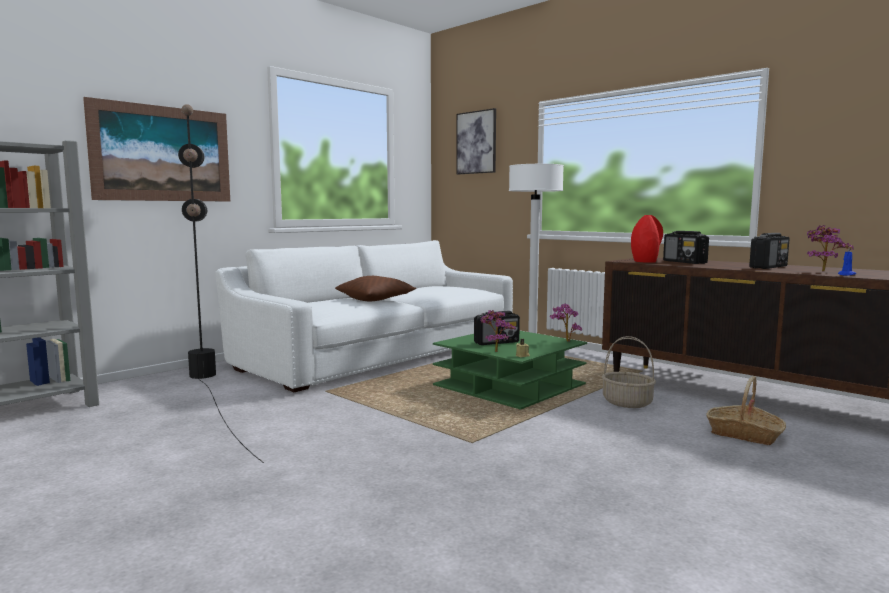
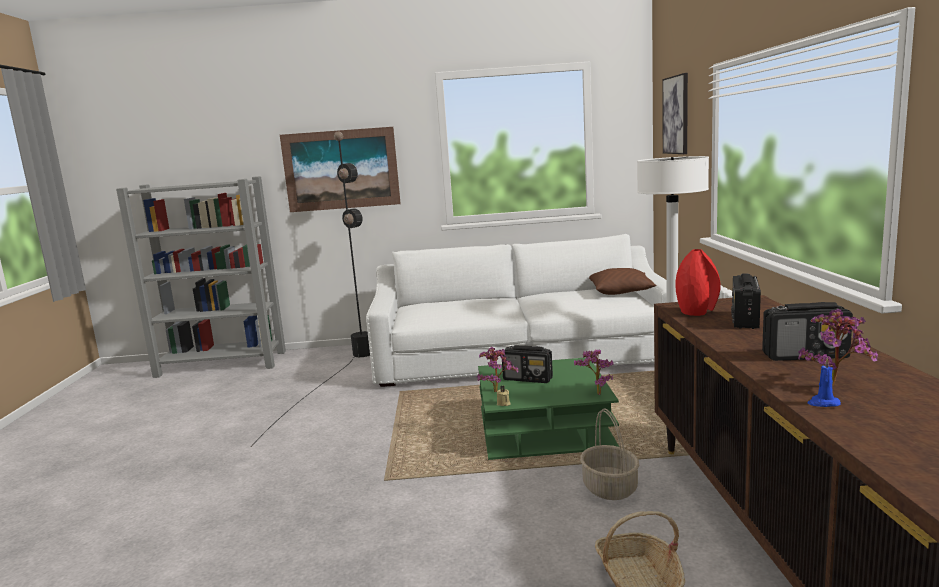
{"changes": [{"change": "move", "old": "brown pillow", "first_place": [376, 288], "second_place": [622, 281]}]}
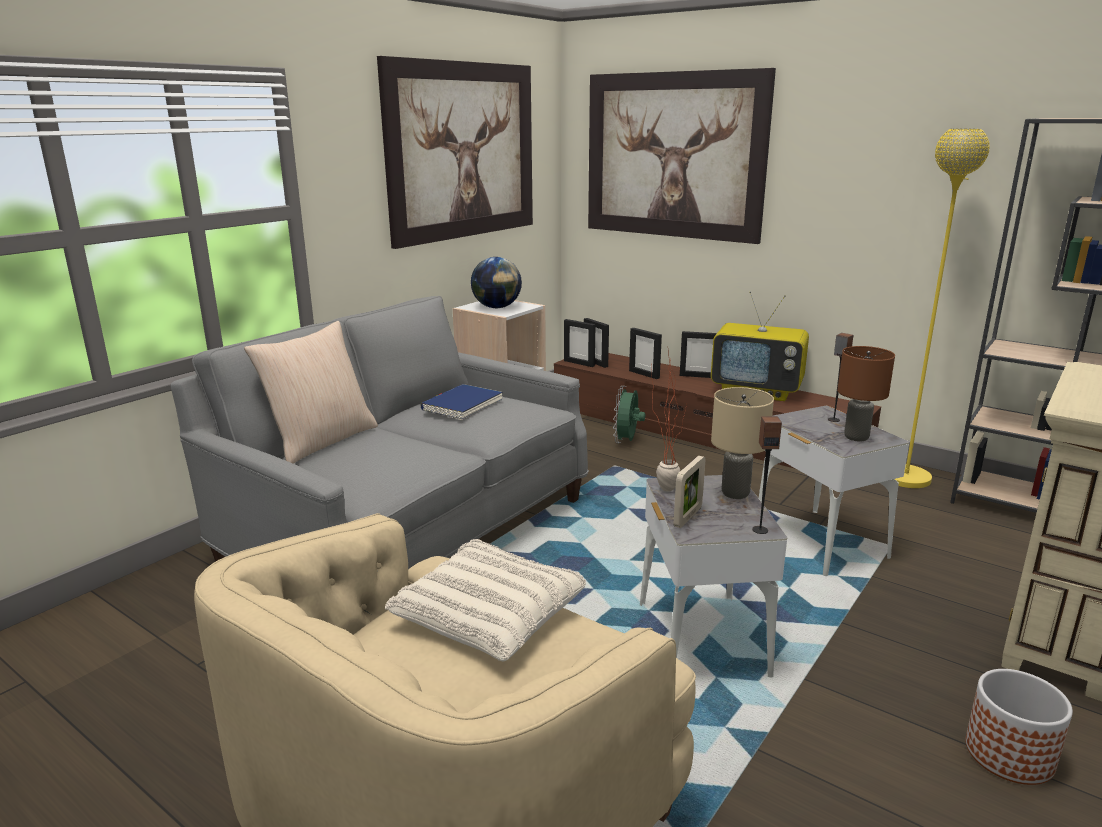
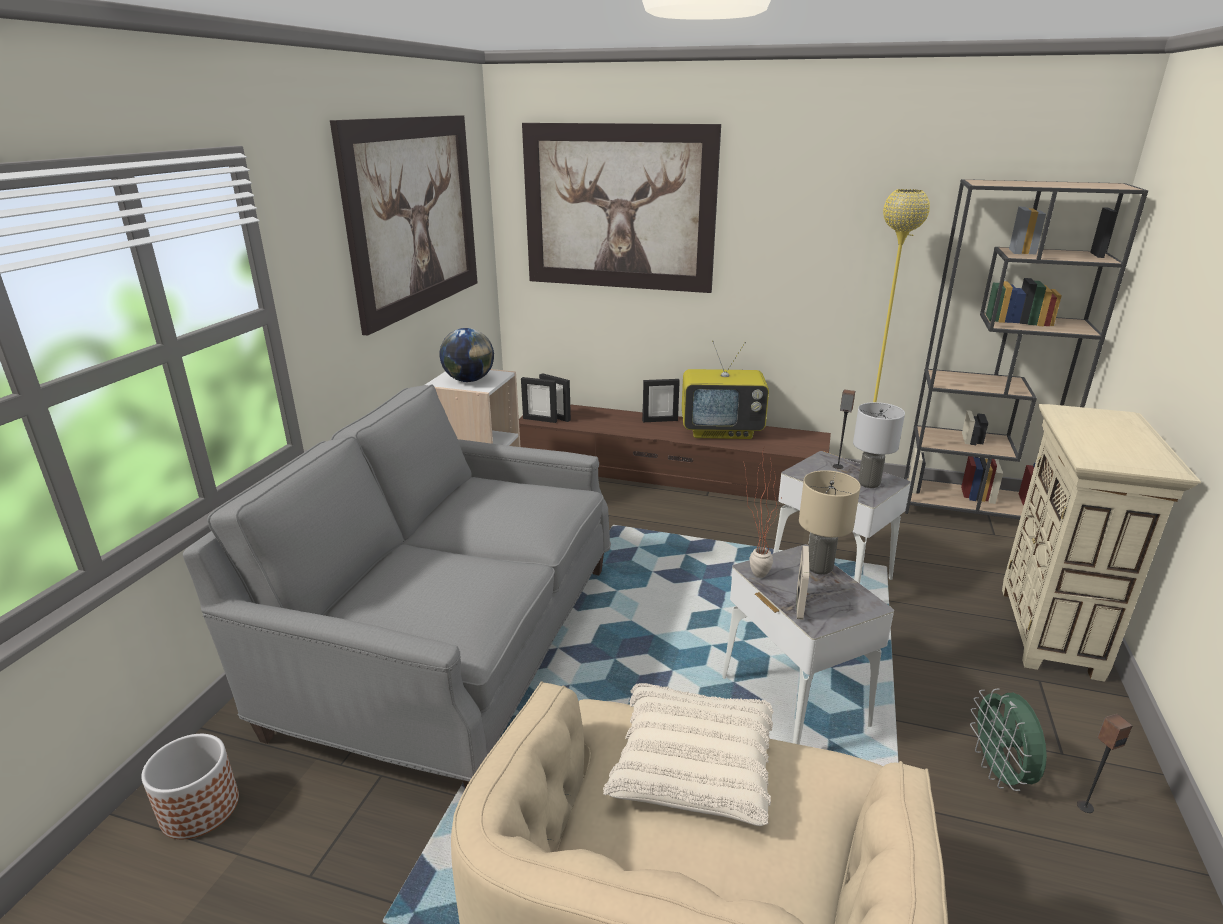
{"changes": [{"change": "delete", "old": "sand-coloured pillow", "first_place": [311, 392]}, {"change": "delete", "old": "blue-coloured volume", "first_place": [462, 402]}, {"change": "move", "old": "green-coloured cooling fan", "first_place": [629, 414], "second_place": [1008, 740]}, {"change": "delete", "old": "standing frame", "first_place": [645, 353]}, {"change": "move", "old": "speaker", "first_place": [767, 475], "second_place": [1105, 763]}, {"change": "recolor", "old": "brown tabletop lamp", "new": "white-coloured tabletop lamp", "first_place": [866, 394], "second_place": [879, 445]}, {"change": "move", "old": "planter", "first_place": [1019, 727], "second_place": [190, 786]}]}
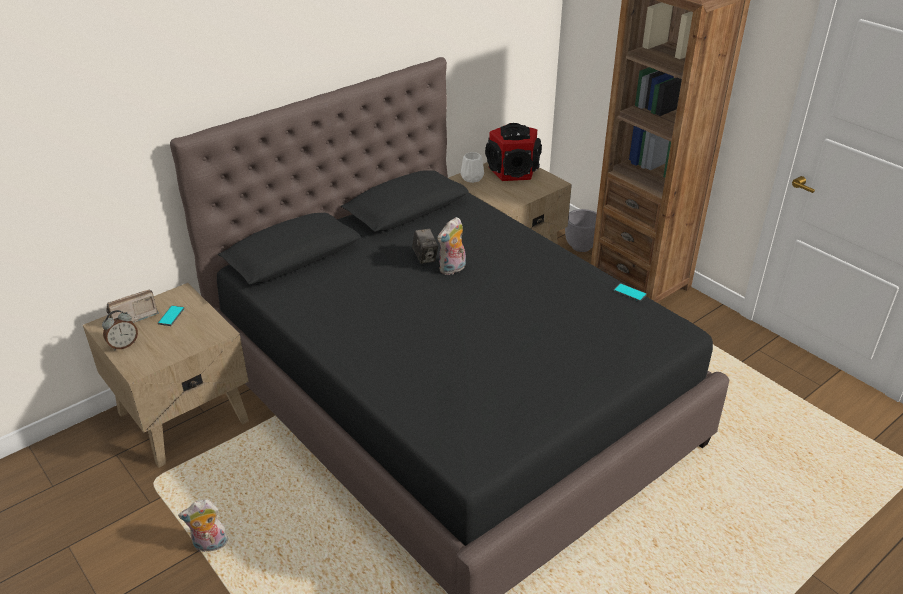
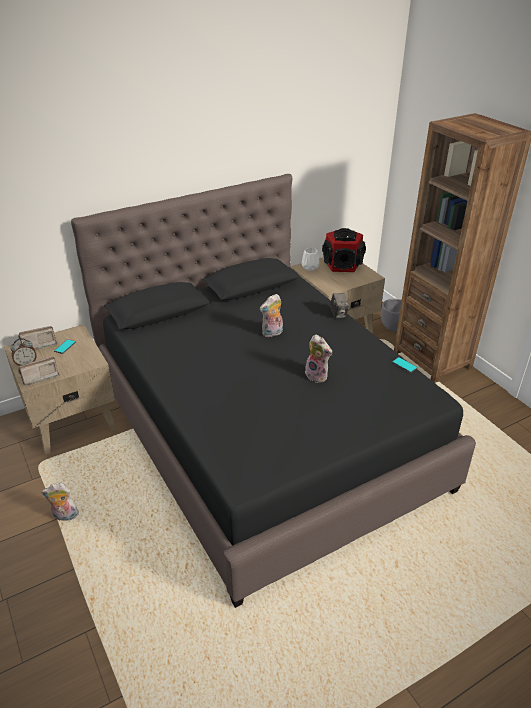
{"changes": [{"change": "move", "old": "photo camera", "first_place": [425, 246], "second_place": [339, 305]}, {"change": "insert", "new": "radio receiver", "second_place": [39, 371]}, {"change": "insert", "new": "plush toy", "second_place": [318, 359]}]}
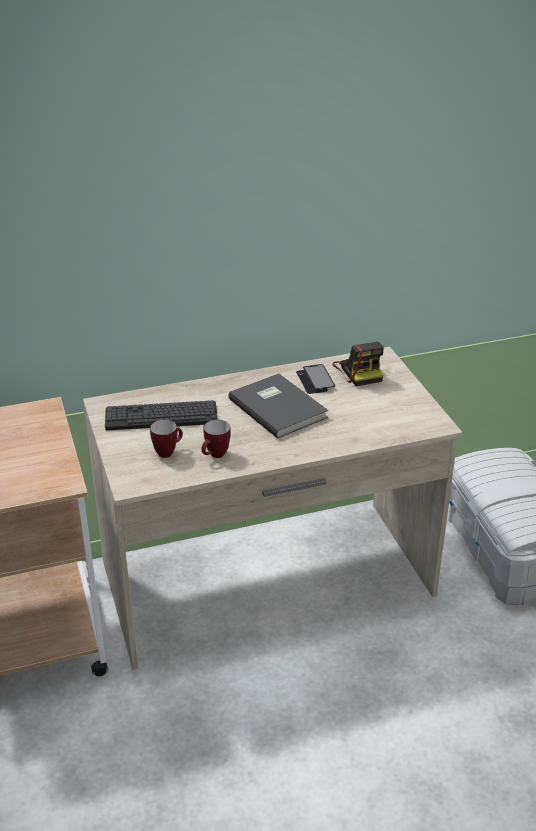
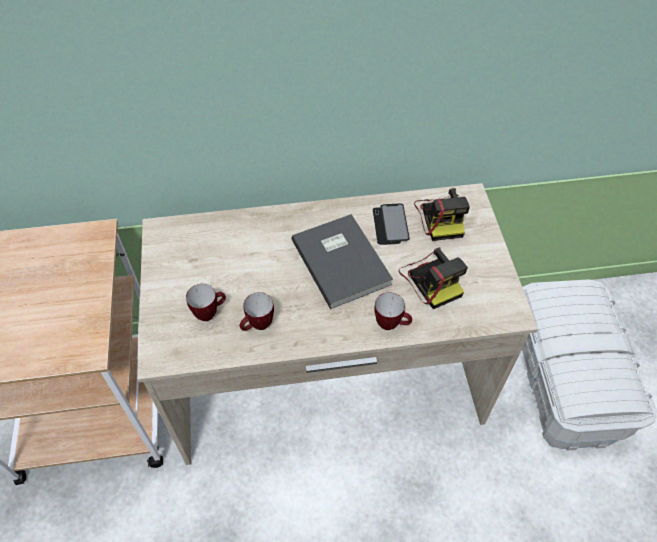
{"changes": [{"change": "delete", "old": "PC keyboard", "first_place": [161, 415]}, {"change": "insert", "new": "coffee mug", "second_place": [393, 311]}, {"change": "insert", "new": "photo camera", "second_place": [433, 278]}]}
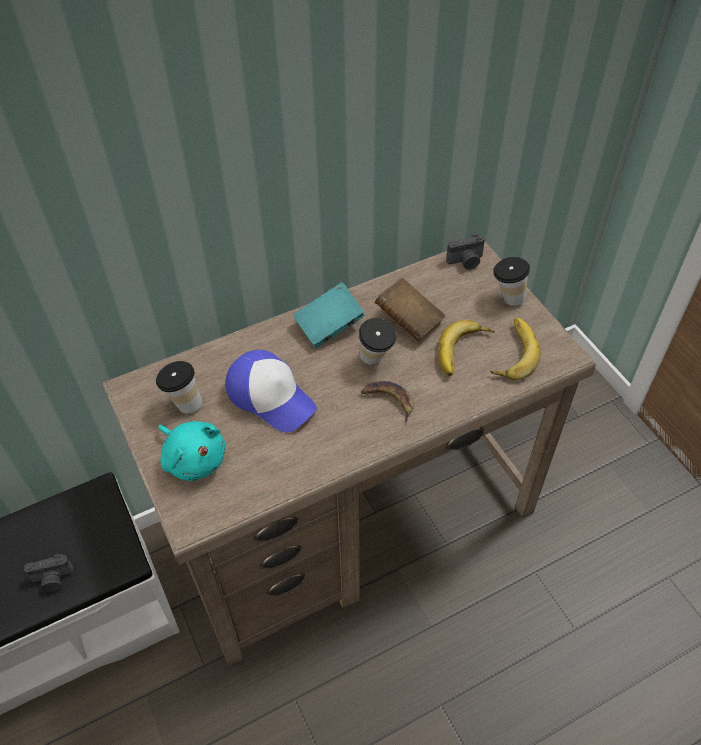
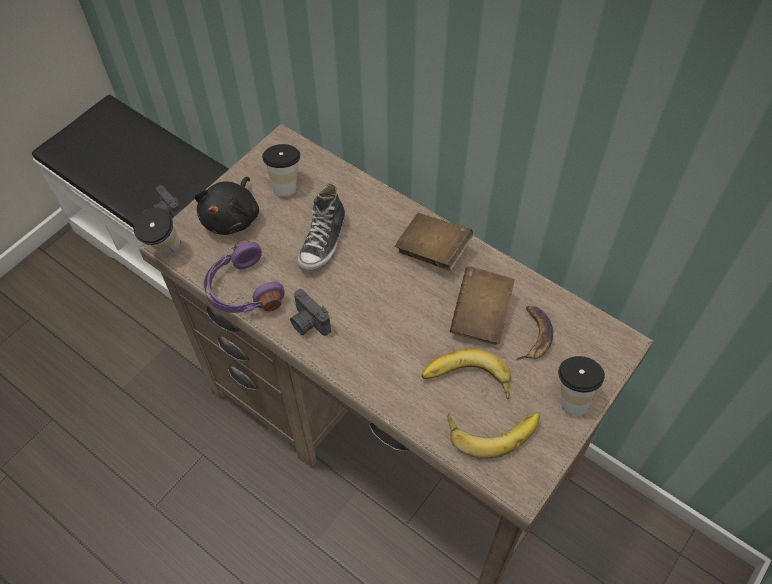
{"changes": [{"change": "recolor", "old": "blue-green plush toy", "new": "black-coloured plush toy", "first_place": [191, 451], "second_place": [227, 206]}, {"change": "replace", "old": "baseball cap", "new": "low shoe", "first_place": [271, 391], "second_place": [321, 227]}, {"change": "recolor", "old": "blue-green volume", "new": "brown volume", "first_place": [329, 315], "second_place": [434, 241]}, {"change": "move", "old": "drinking cup", "first_place": [378, 341], "second_place": [157, 231]}, {"change": "move", "old": "banana", "first_place": [387, 402], "second_place": [534, 333]}, {"change": "move", "old": "photo camera", "first_place": [465, 252], "second_place": [310, 312]}, {"change": "insert", "new": "purple-coloured headset", "second_place": [244, 276]}]}
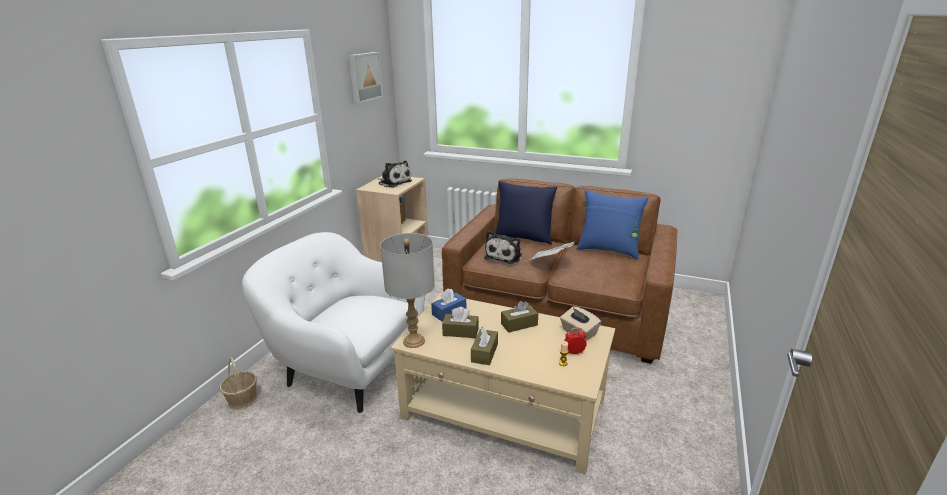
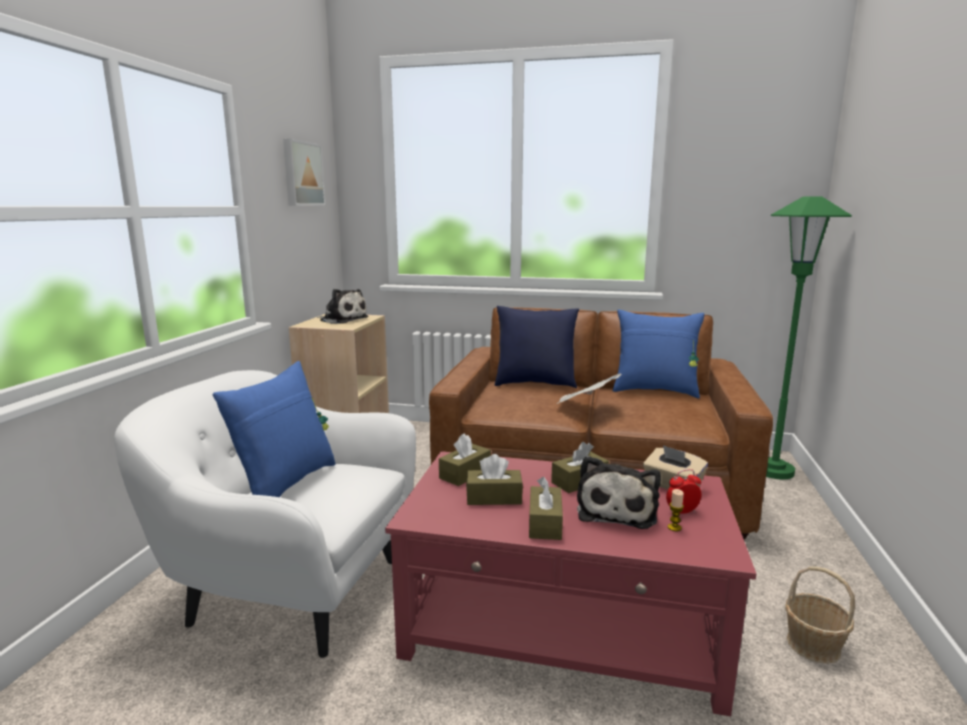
{"changes": [{"change": "move", "old": "storage basket", "first_place": [239, 383], "second_place": [820, 615]}, {"change": "delete", "old": "gray tabletop lamp", "first_place": [407, 290]}, {"change": "recolor", "old": "sand-coloured low table", "new": "red-coloured low table", "first_place": [502, 384], "second_place": [570, 583]}, {"change": "recolor", "old": "blue-coloured tissue holder", "new": "brown tissue holder", "first_place": [449, 304], "second_place": [465, 459]}, {"change": "move", "old": "plush toy", "first_place": [503, 247], "second_place": [619, 492]}, {"change": "insert", "new": "blue-coloured pillow", "second_place": [274, 429]}, {"change": "insert", "new": "green-coloured floor lamp", "second_place": [809, 338]}]}
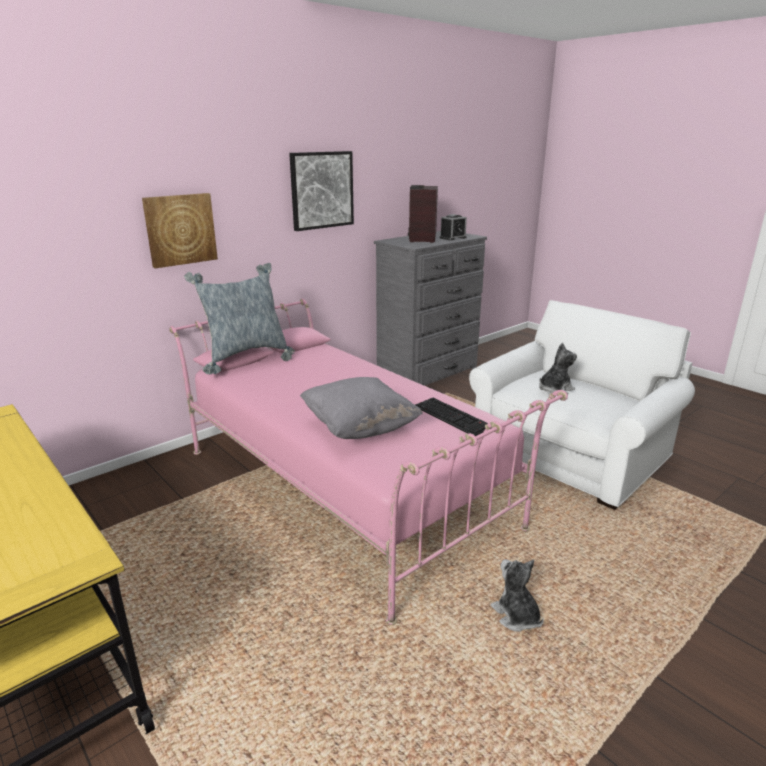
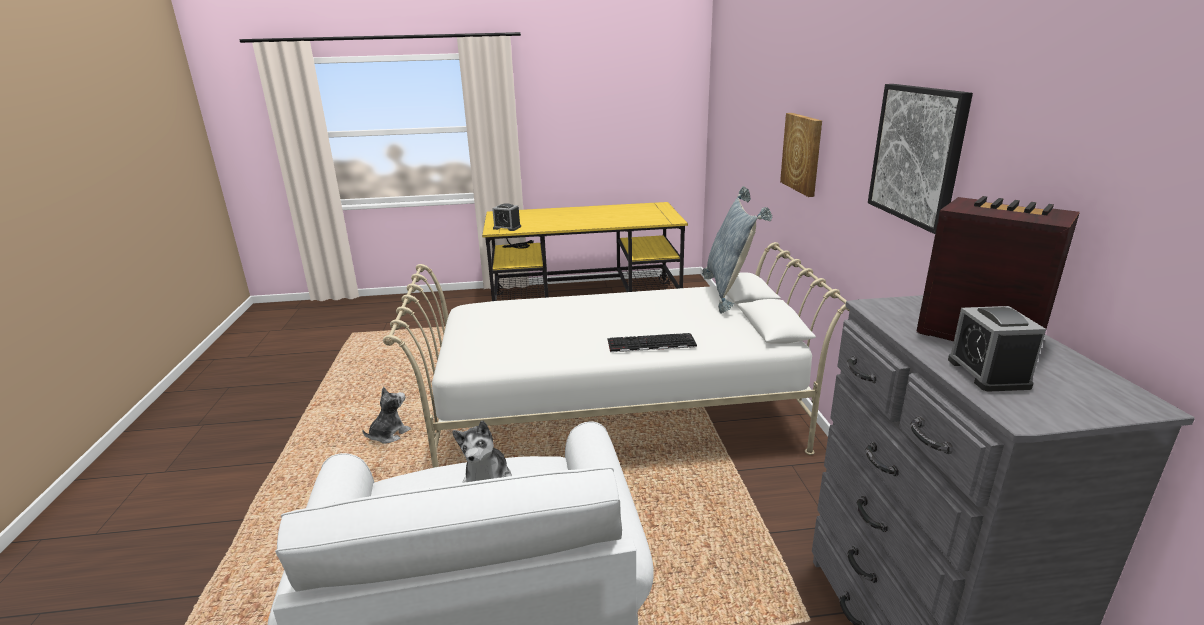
{"changes": [{"change": "recolor", "old": "pink-coloured sleeping bed", "new": "white-coloured sleeping bed", "first_place": [368, 461], "second_place": [616, 355]}, {"change": "delete", "old": "gray pillow", "first_place": [361, 408]}, {"change": "move", "old": "PC keyboard", "first_place": [453, 417], "second_place": [652, 342]}, {"change": "rotate", "old": "plush toy", "first_place": [517, 595], "second_place": [386, 415], "degrees": -60}, {"change": "insert", "new": "alarm clock", "second_place": [506, 217]}]}
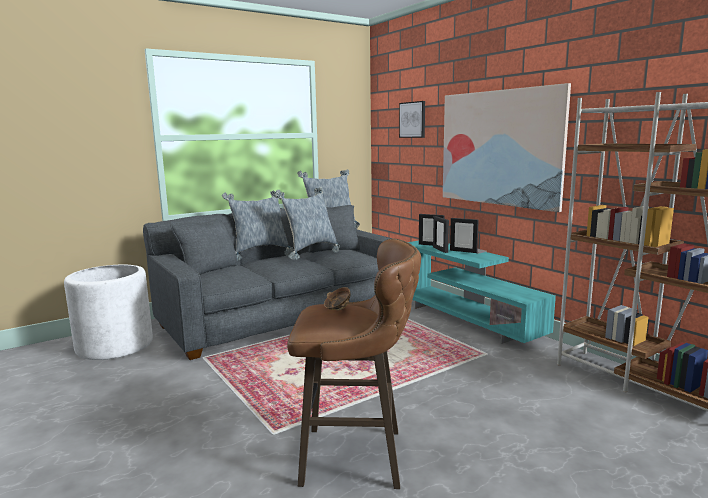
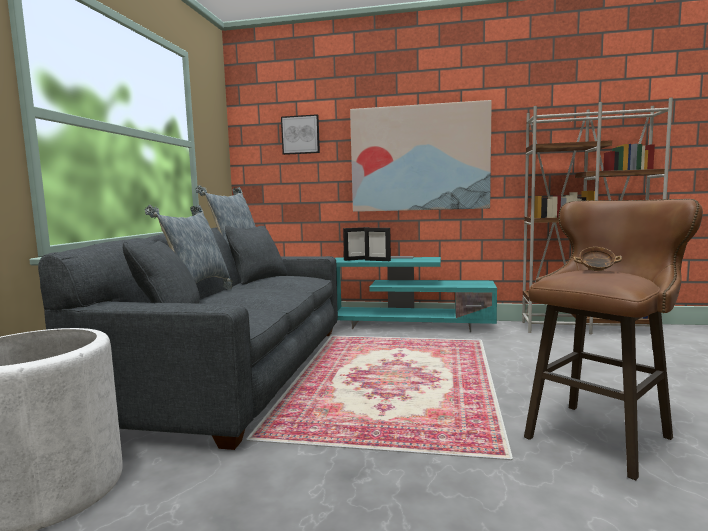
{"changes": [{"change": "delete", "old": "pillow", "first_place": [307, 223]}, {"change": "delete", "old": "standing frame", "first_place": [464, 235]}]}
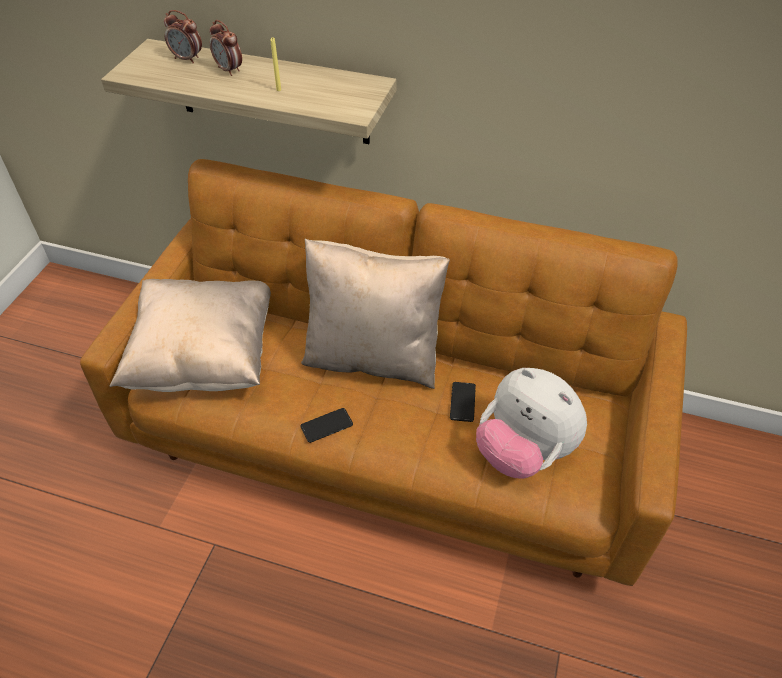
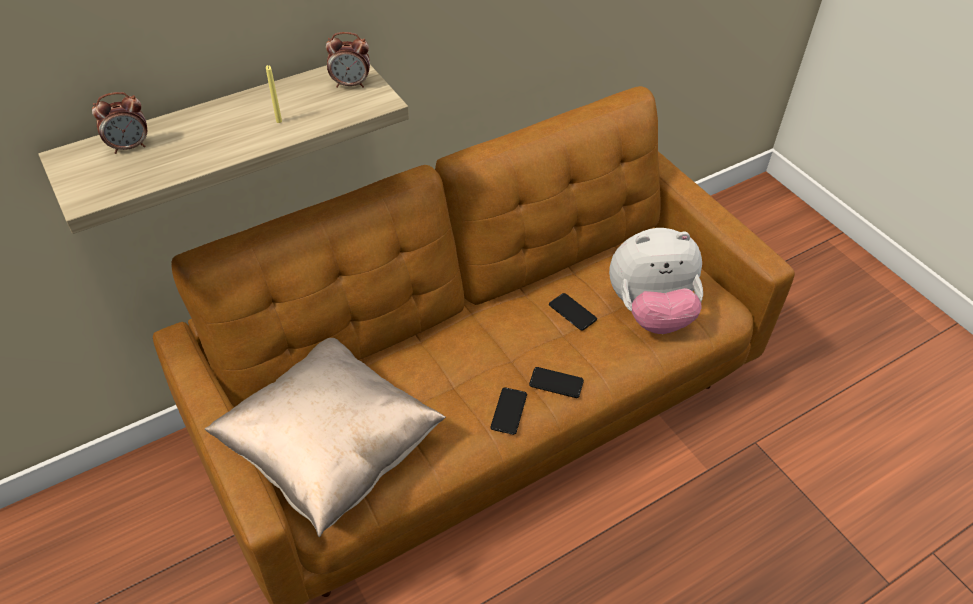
{"changes": [{"change": "move", "old": "alarm clock", "first_place": [225, 48], "second_place": [348, 60]}, {"change": "delete", "old": "sand-coloured pillow", "first_place": [375, 314]}, {"change": "insert", "new": "handset", "second_place": [556, 382]}]}
